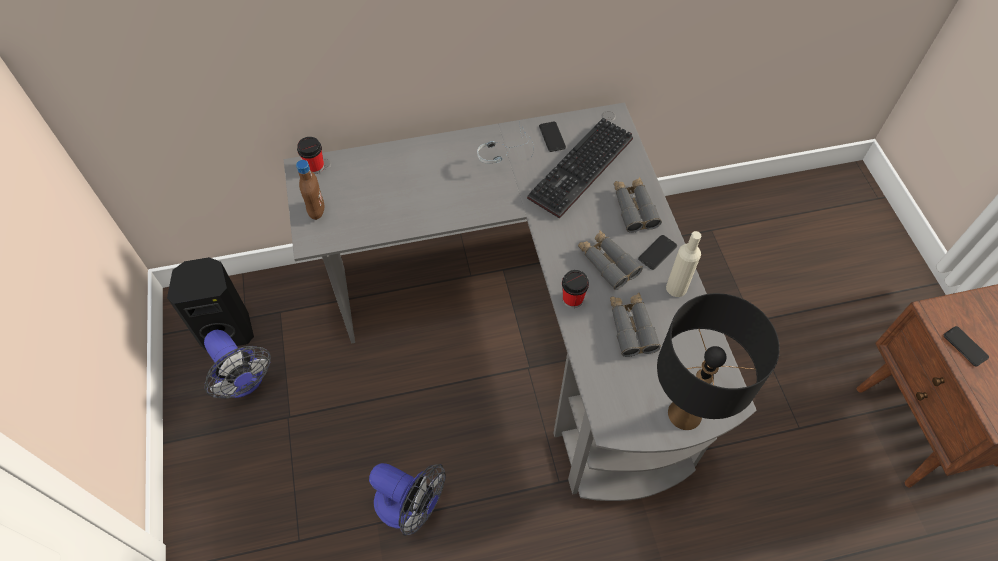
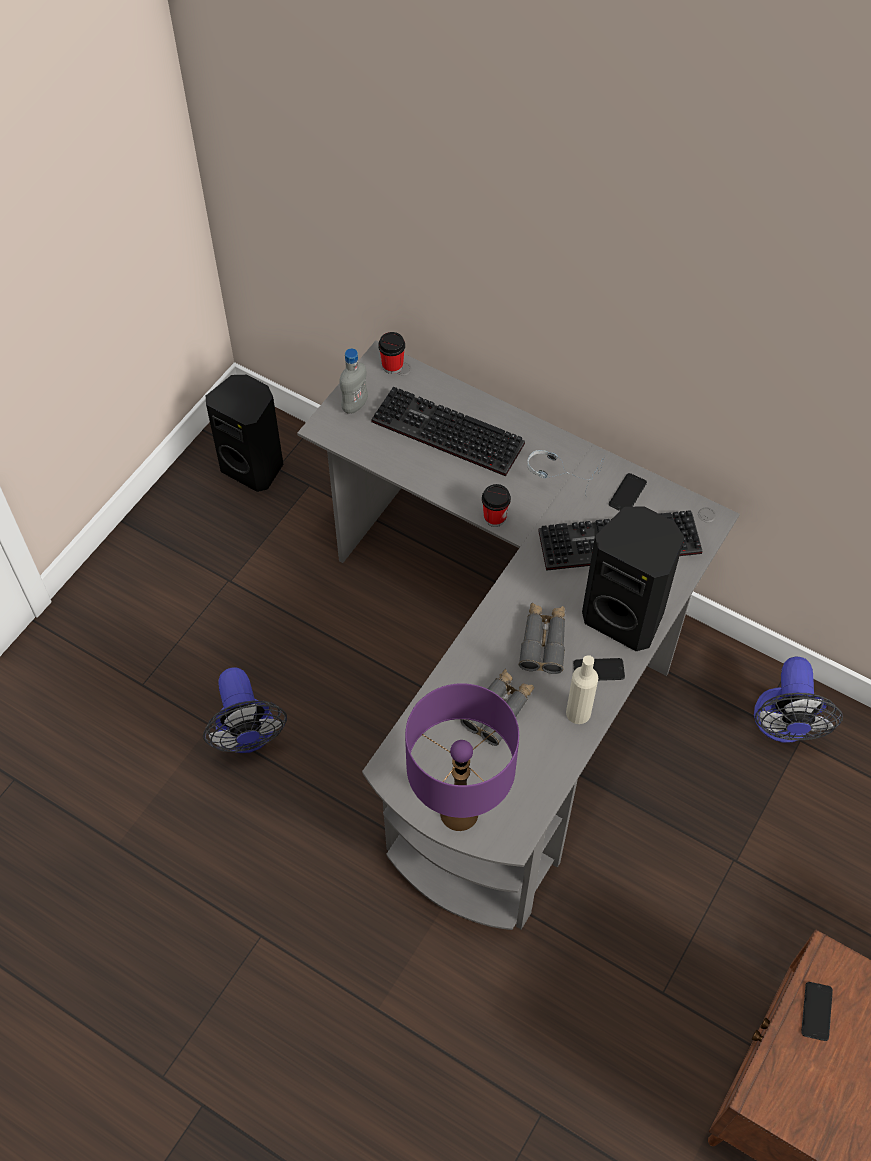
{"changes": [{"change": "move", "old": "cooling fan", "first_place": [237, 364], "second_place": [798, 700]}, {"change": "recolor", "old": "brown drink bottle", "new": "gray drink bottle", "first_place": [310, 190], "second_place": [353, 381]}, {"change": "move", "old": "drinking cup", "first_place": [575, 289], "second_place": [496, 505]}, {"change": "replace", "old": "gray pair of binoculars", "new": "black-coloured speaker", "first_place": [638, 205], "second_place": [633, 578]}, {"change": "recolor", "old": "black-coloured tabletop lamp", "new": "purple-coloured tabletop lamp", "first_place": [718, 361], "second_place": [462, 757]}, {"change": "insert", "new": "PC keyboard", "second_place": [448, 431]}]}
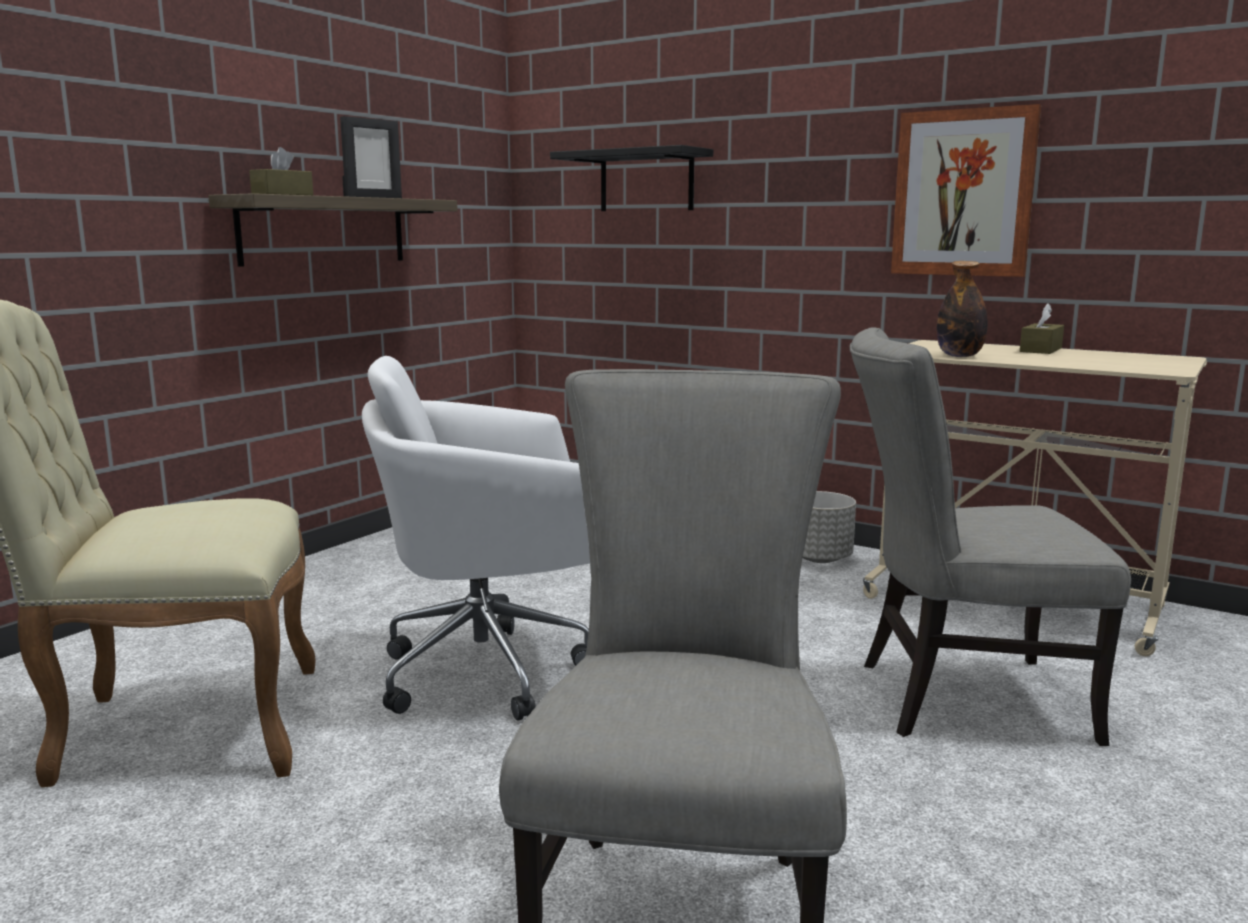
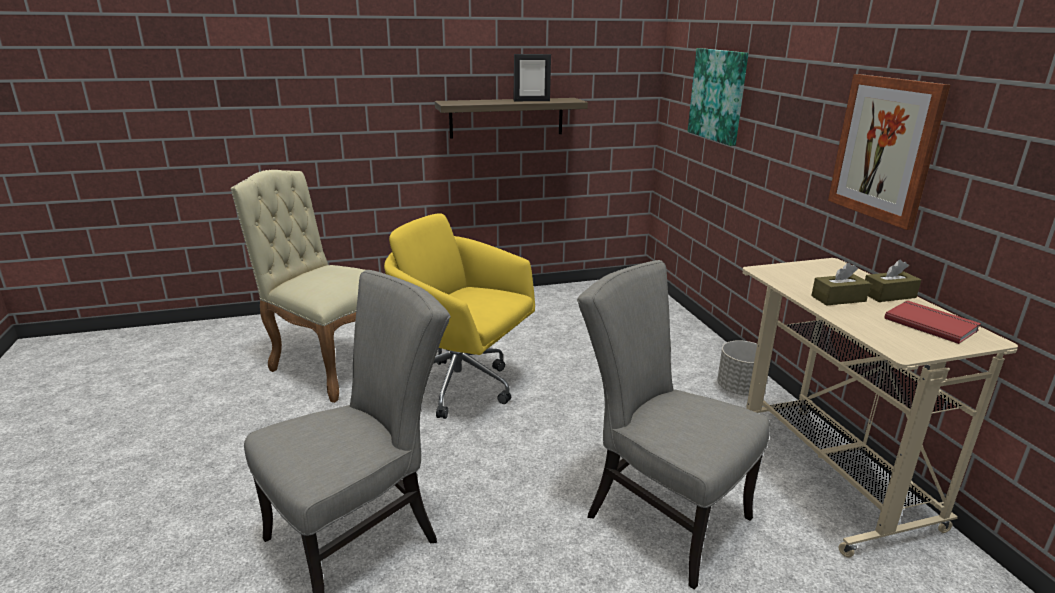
{"changes": [{"change": "move", "old": "brown tissue holder", "first_place": [281, 171], "second_place": [841, 284]}, {"change": "recolor", "old": "white-coloured desk chair", "new": "yellowish desk chair", "first_place": [476, 538], "second_place": [459, 316]}, {"change": "replace", "old": "black-coloured bracket shelf", "new": "wall picture", "first_place": [631, 178], "second_place": [718, 97]}, {"change": "delete", "old": "drink bottle", "first_place": [962, 309]}, {"change": "insert", "new": "red-coloured volume", "second_place": [932, 322]}]}
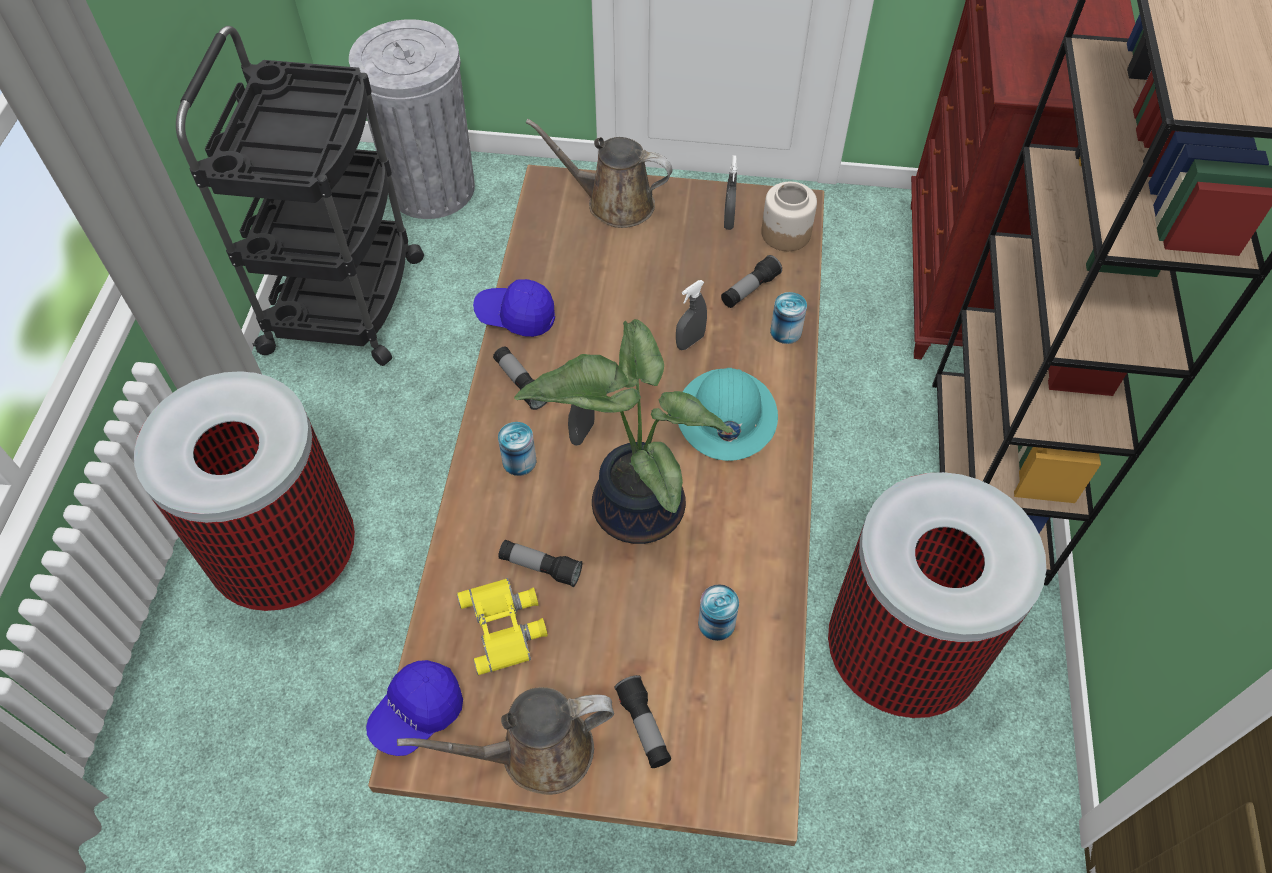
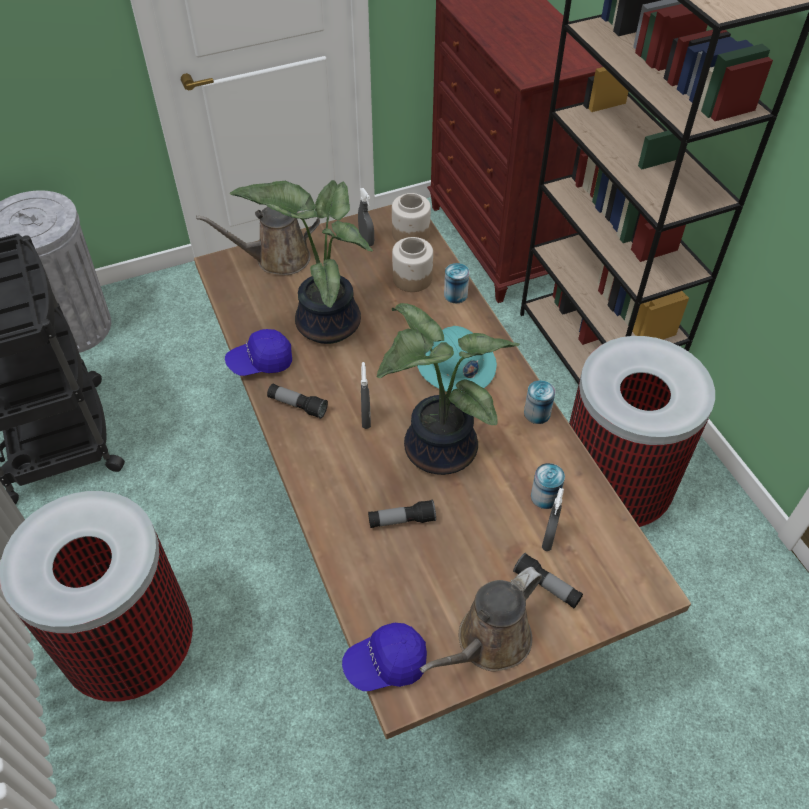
{"changes": [{"change": "rotate", "old": "blue-coloured baseball cap", "first_place": [414, 708], "second_place": [384, 657], "degrees": 60}, {"change": "delete", "old": "yellowish pair of binoculars", "first_place": [502, 626]}, {"change": "move", "old": "can", "first_place": [517, 449], "second_place": [539, 402]}, {"change": "move", "old": "gray sprayer", "first_place": [691, 315], "second_place": [553, 519]}, {"change": "replace", "old": "flashlight", "new": "storage jar", "first_place": [751, 281], "second_place": [412, 264]}, {"change": "insert", "new": "plant in a pot", "second_place": [301, 262]}]}
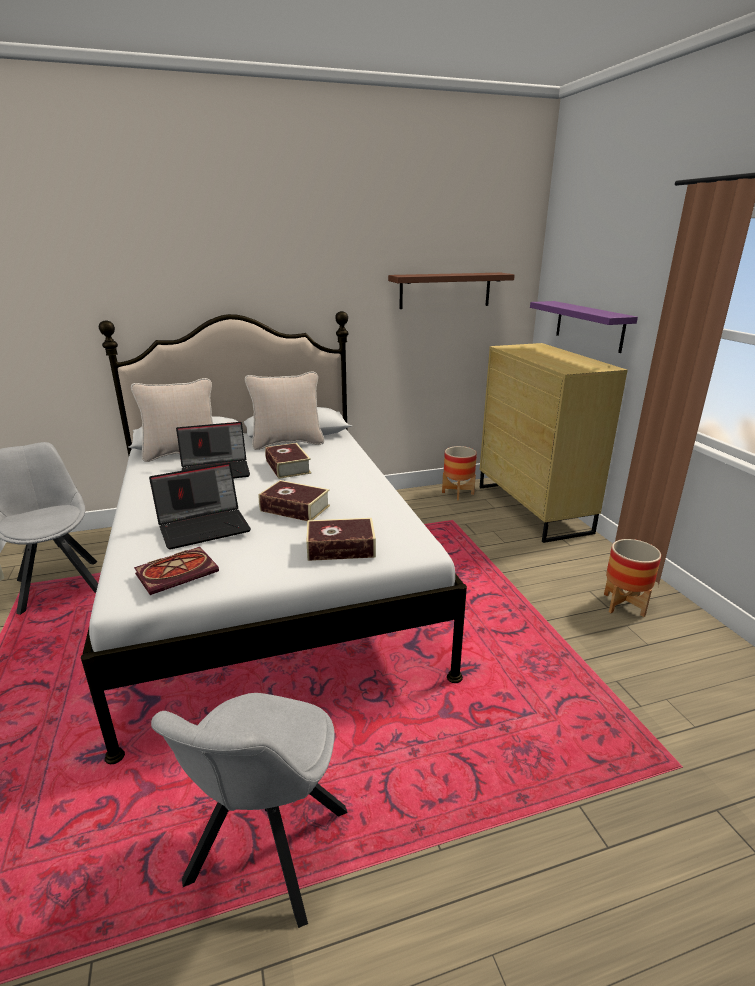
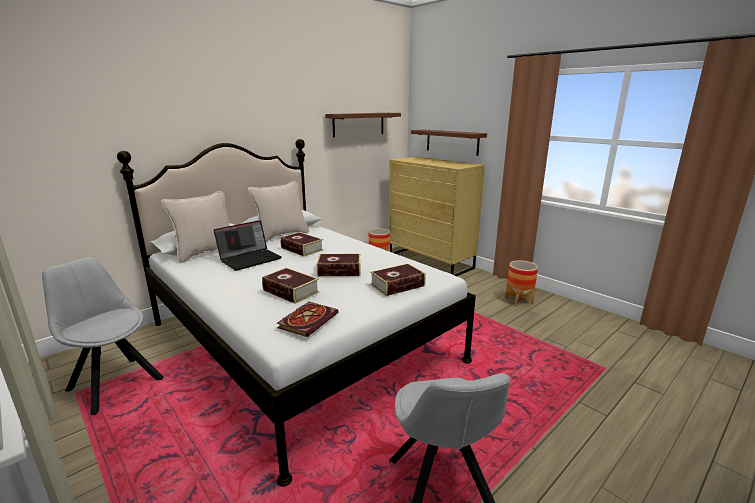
{"changes": [{"change": "replace", "old": "laptop", "new": "volume", "first_place": [200, 506], "second_place": [291, 285]}, {"change": "recolor", "old": "purple-coloured bracket shelf", "new": "brown bracket shelf", "first_place": [584, 327], "second_place": [449, 142]}]}
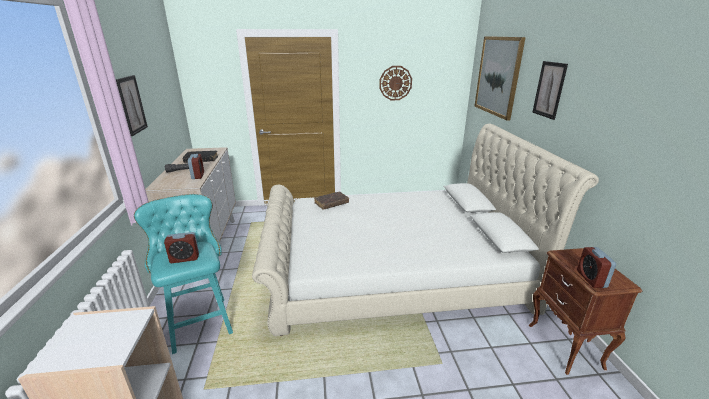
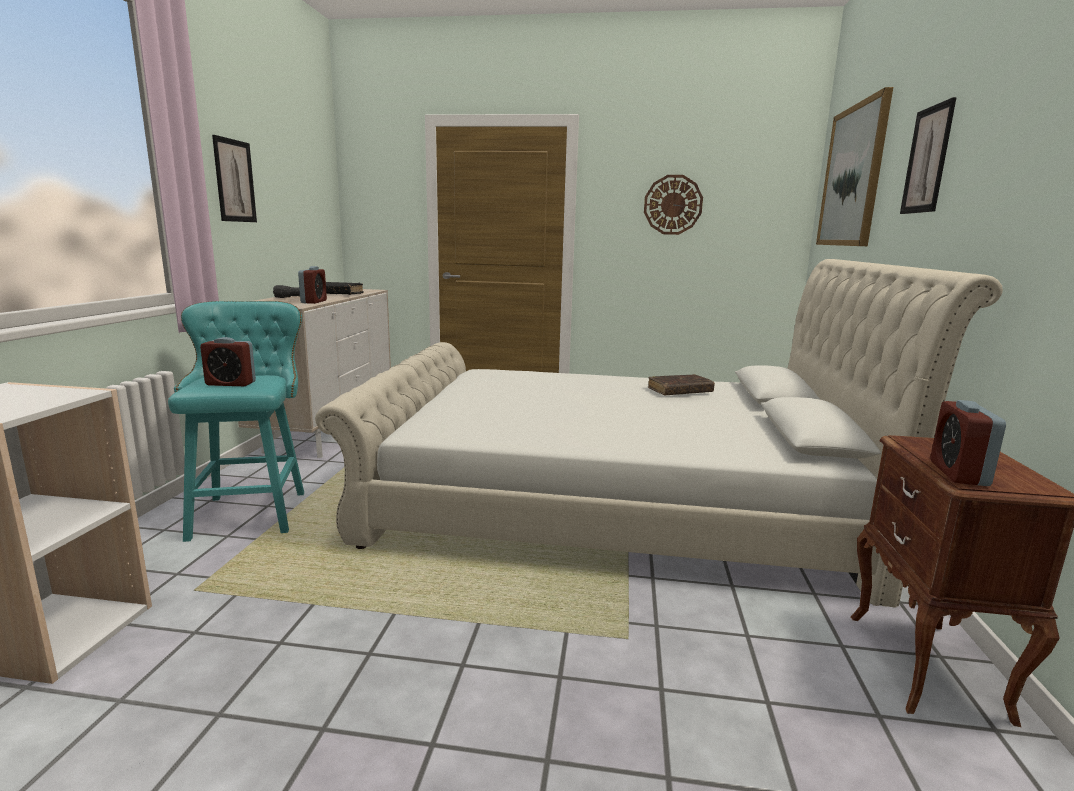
{"changes": [{"change": "move", "old": "brown volume", "first_place": [331, 201], "second_place": [681, 384]}]}
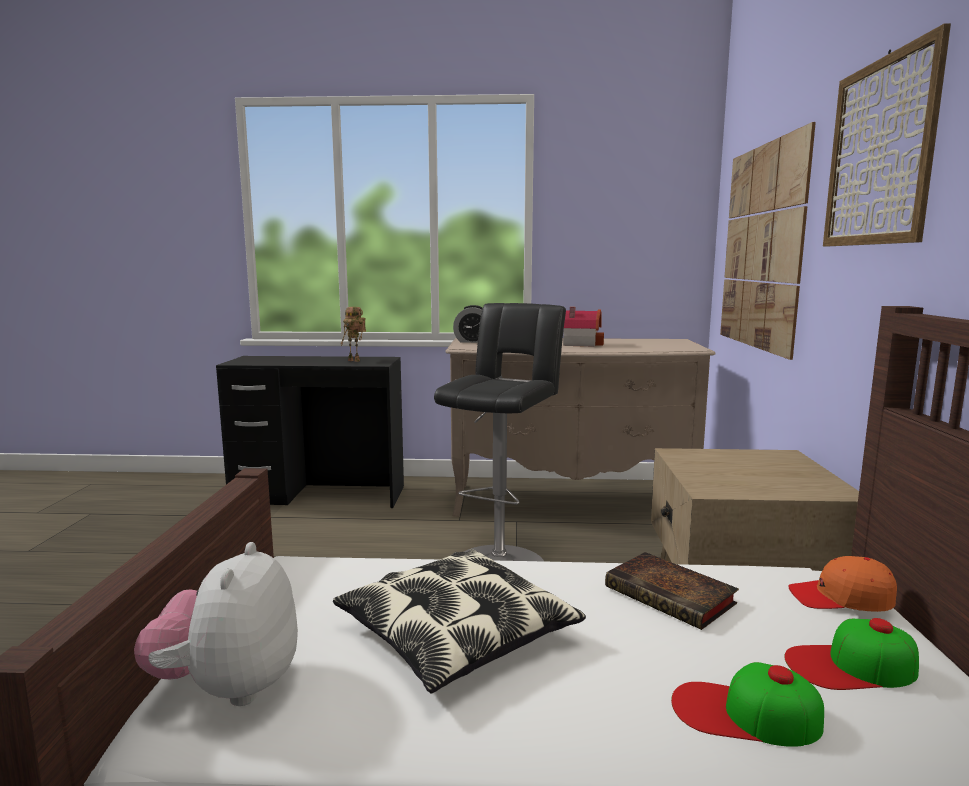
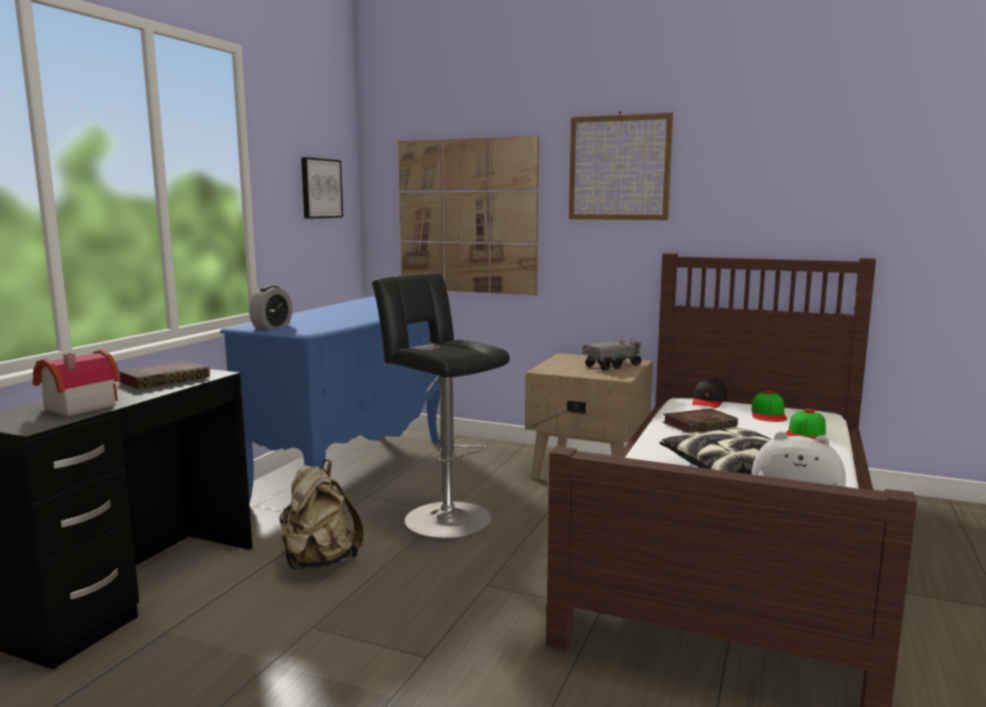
{"changes": [{"change": "replace", "old": "toy robot", "new": "volume", "first_place": [353, 334], "second_place": [164, 375]}, {"change": "recolor", "old": "sand-coloured dresser", "new": "blue-coloured dresser", "first_place": [580, 427], "second_place": [330, 400]}, {"change": "move", "old": "toy house", "first_place": [583, 327], "second_place": [77, 383]}, {"change": "recolor", "old": "orange baseball cap", "new": "black-coloured baseball cap", "first_place": [843, 584], "second_place": [709, 392]}, {"change": "insert", "new": "sand-coloured knapsack", "second_place": [321, 514]}, {"change": "insert", "new": "wall picture", "second_place": [322, 188]}, {"change": "insert", "new": "model truck", "second_place": [612, 355]}]}
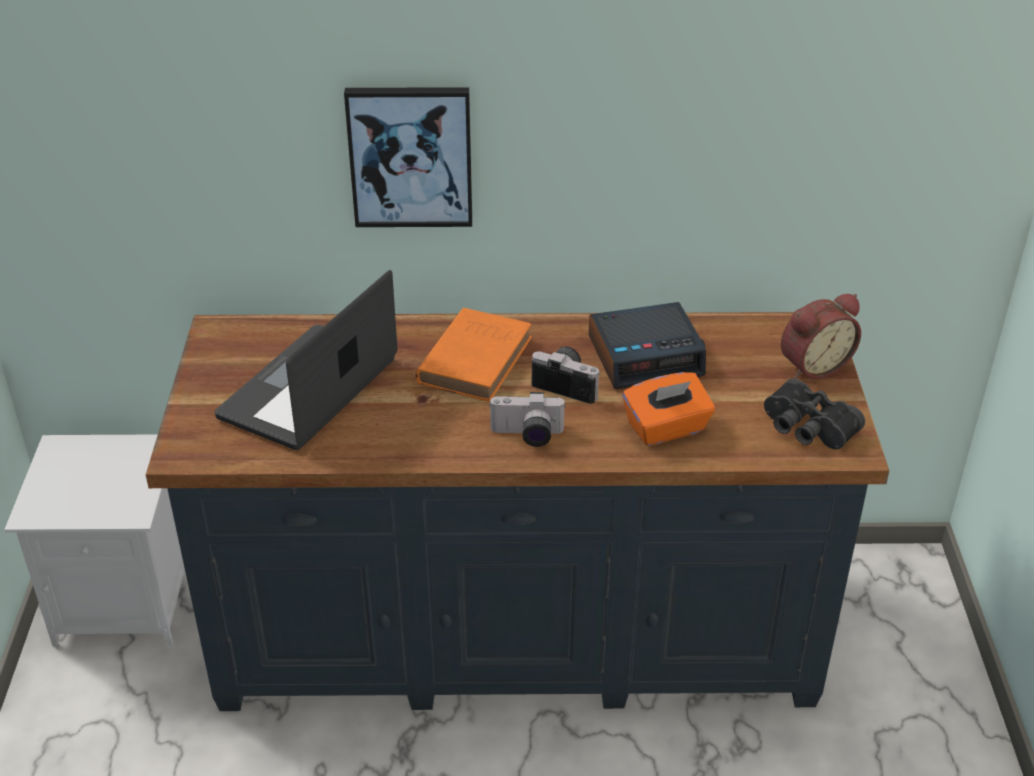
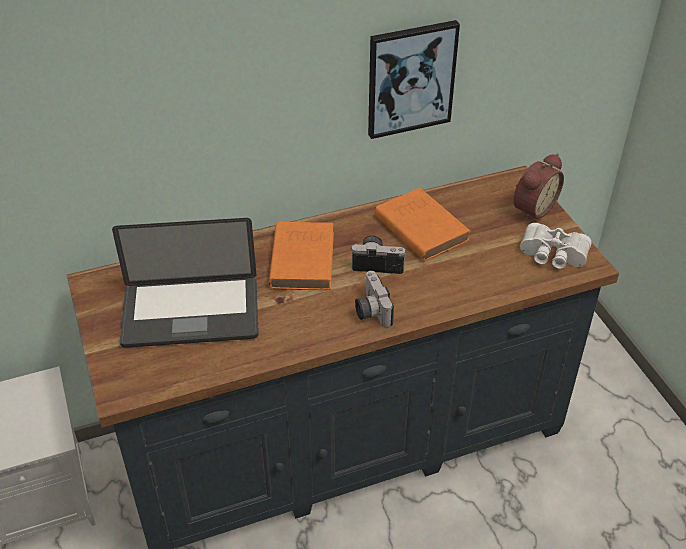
{"changes": [{"change": "rotate", "old": "laptop", "first_place": [306, 360], "second_place": [185, 283], "degrees": -105}, {"change": "move", "old": "wall picture", "first_place": [408, 157], "second_place": [414, 79]}, {"change": "rotate", "old": "photo camera", "first_place": [527, 419], "second_place": [374, 299], "degrees": 90}, {"change": "replace", "old": "alarm clock", "new": "orange volume", "first_place": [647, 345], "second_place": [422, 225]}, {"change": "delete", "old": "orange tissue holder", "first_place": [669, 409]}, {"change": "recolor", "old": "black-coloured pair of binoculars", "new": "white-coloured pair of binoculars", "first_place": [814, 414], "second_place": [556, 246]}]}
